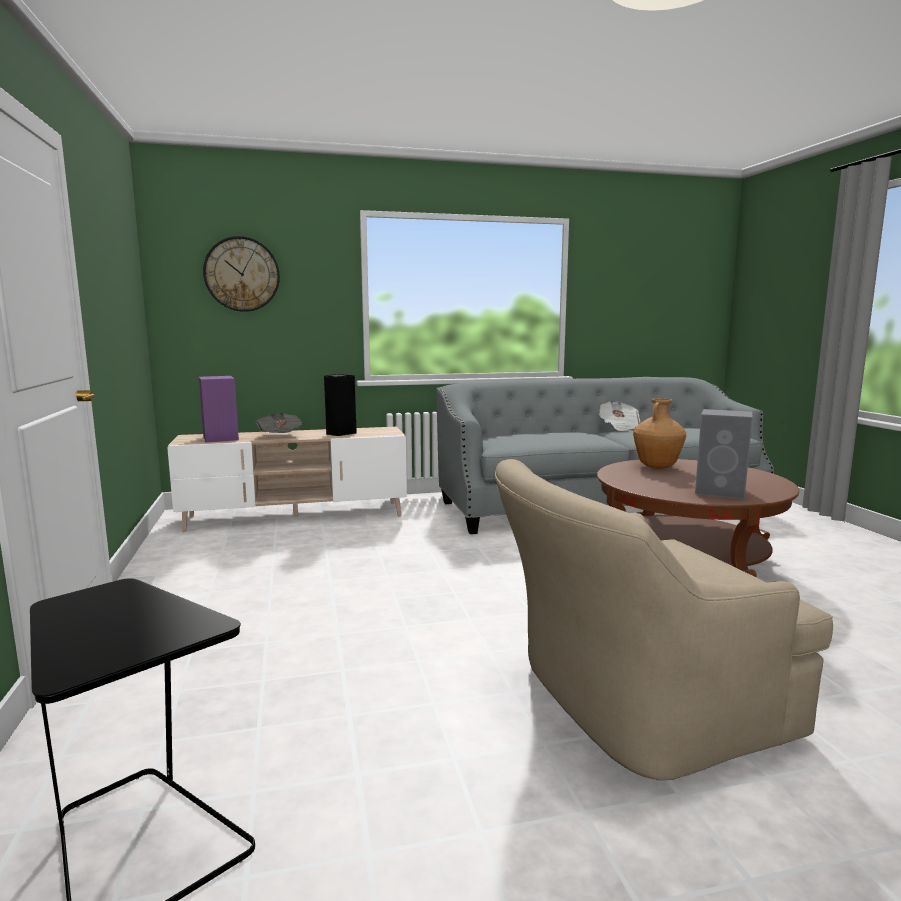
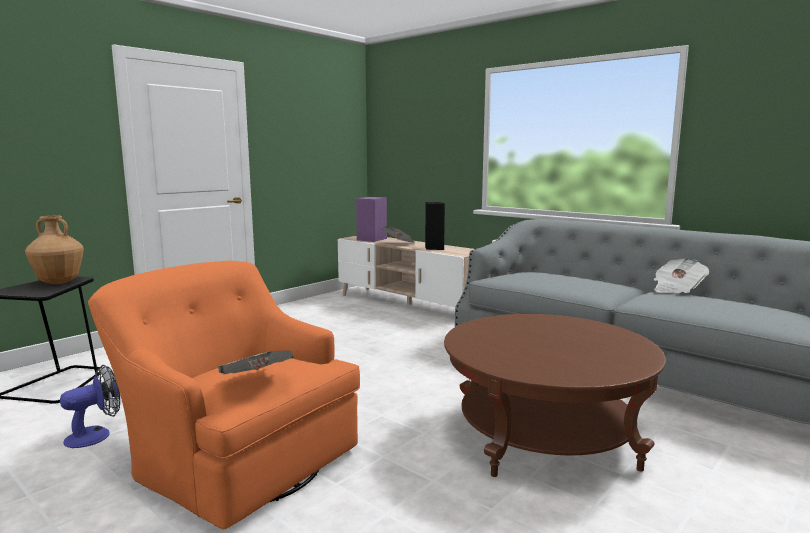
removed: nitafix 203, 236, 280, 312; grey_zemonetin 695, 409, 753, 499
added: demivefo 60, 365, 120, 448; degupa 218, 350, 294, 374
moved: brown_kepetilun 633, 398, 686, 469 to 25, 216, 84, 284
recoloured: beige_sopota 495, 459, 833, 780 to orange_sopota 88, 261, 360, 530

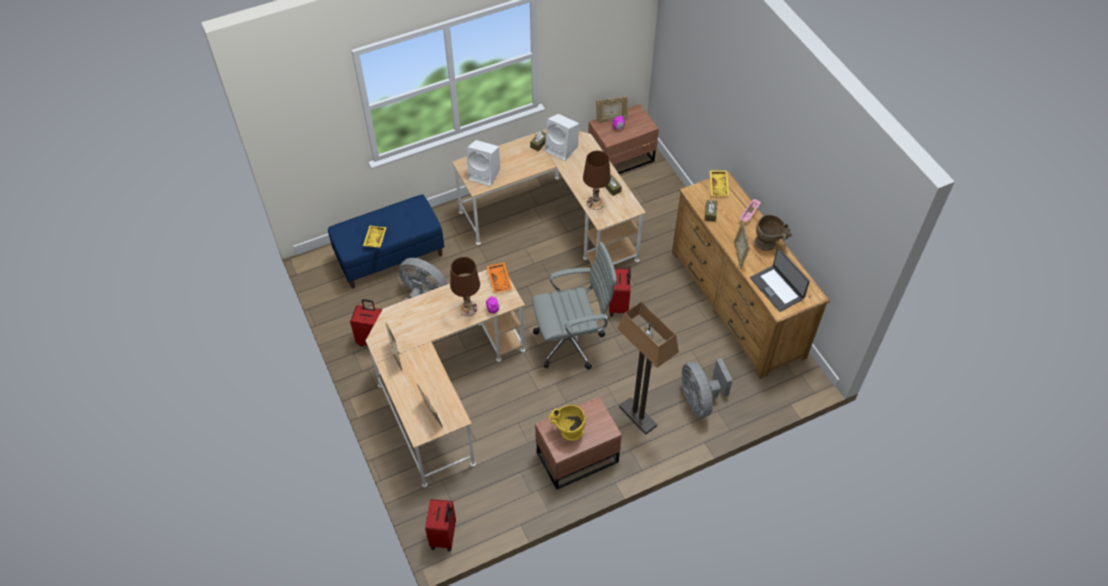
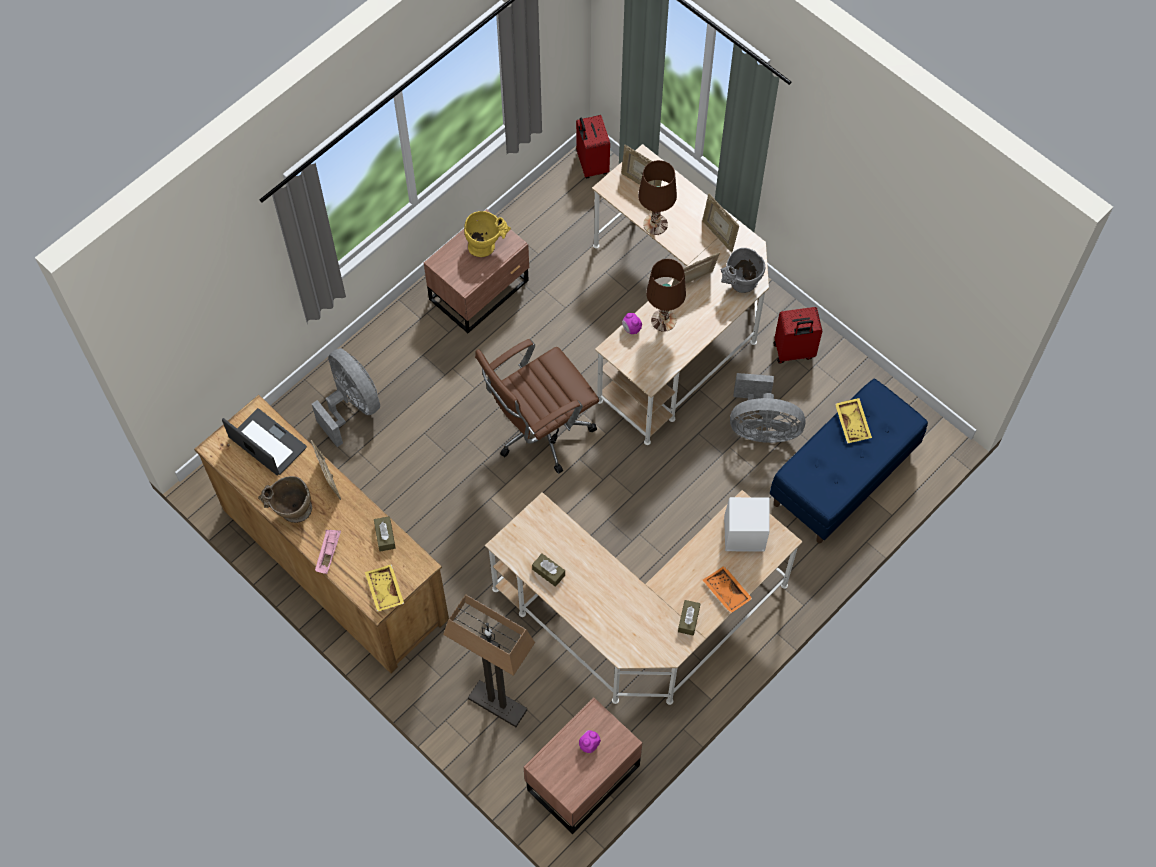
removed: white_zemonetin 545, 114, 579, 161; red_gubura 609, 267, 631, 316
added: grey_kepetilun 720, 248, 765, 293
moved: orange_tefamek 487, 262, 512, 293 to 703, 566, 752, 613; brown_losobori 583, 151, 611, 210 to 638, 160, 677, 235; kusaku 596, 97, 628, 123 to 672, 252, 720, 286; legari 617, 302, 679, 435 to 443, 594, 535, 727
recoloured: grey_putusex 532, 242, 617, 370 to brown_putusex 475, 339, 599, 474

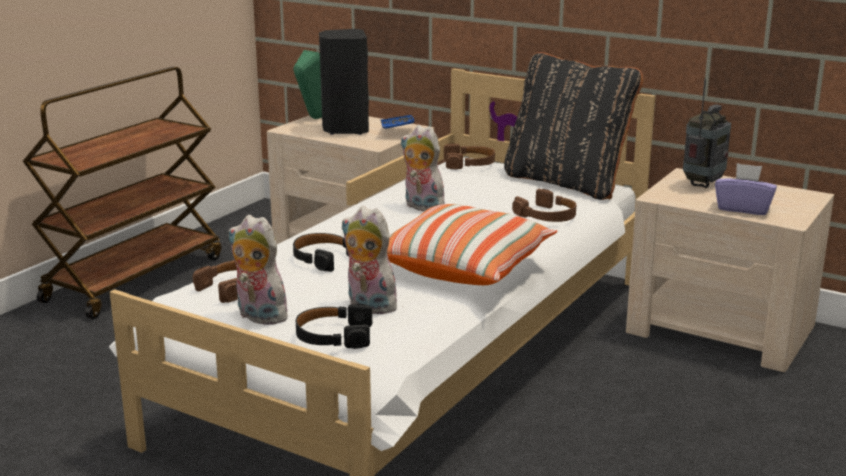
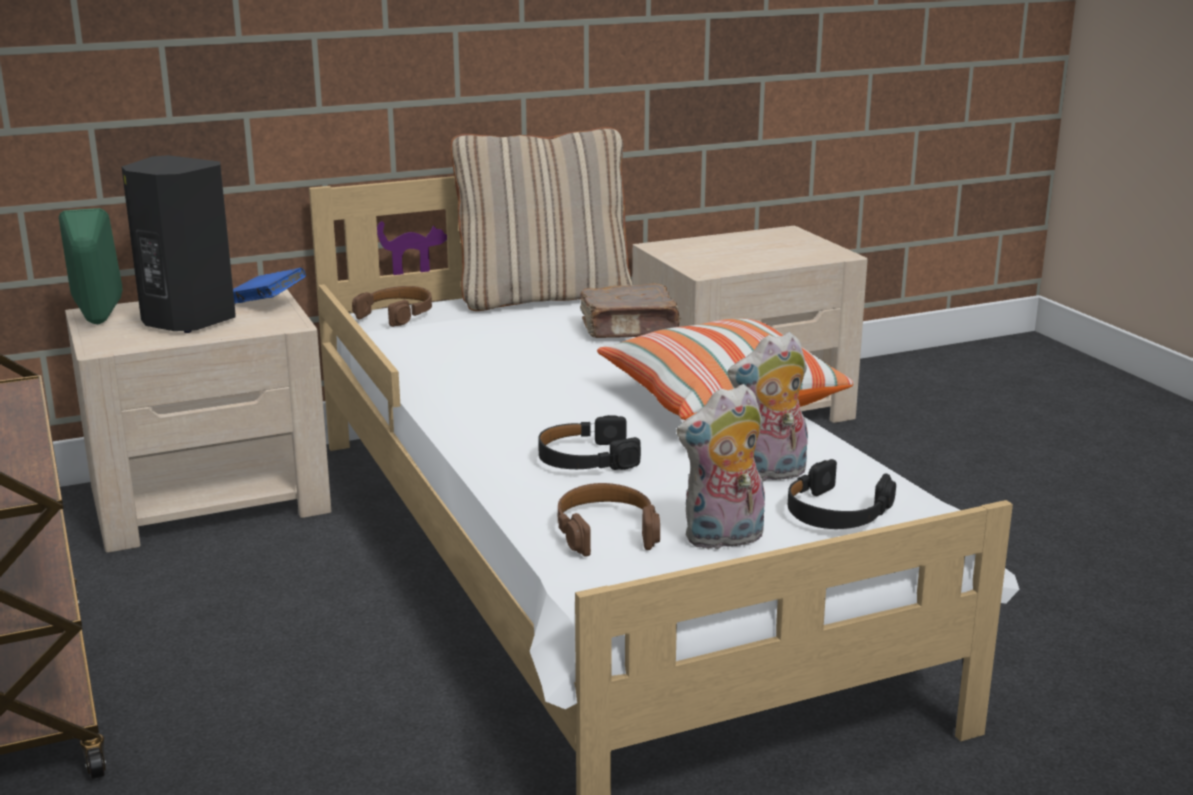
removed: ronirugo 400, 125, 445, 211; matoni 683, 78, 731, 188; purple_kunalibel 715, 163, 777, 215
replaced: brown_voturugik 512, 189, 576, 222 to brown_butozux 580, 283, 681, 338
recoloured: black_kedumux 504, 52, 643, 200 to beige_kedumux 451, 127, 632, 311

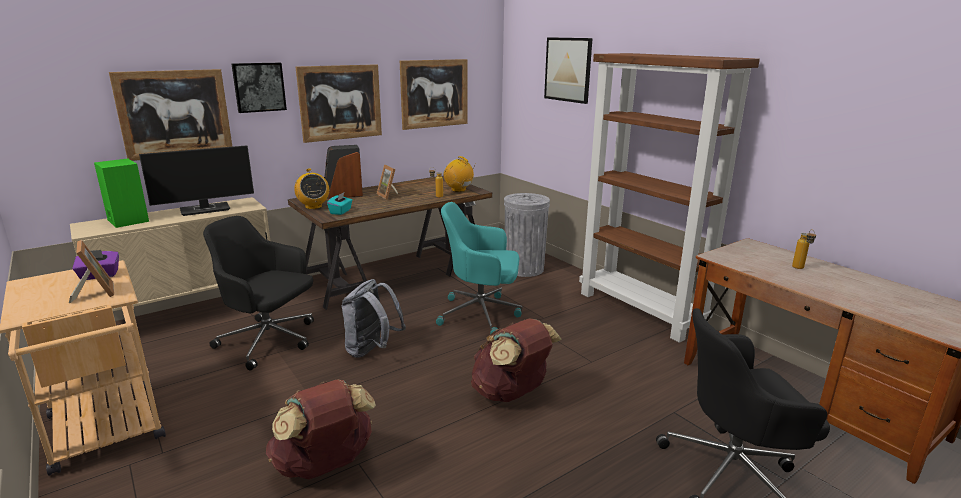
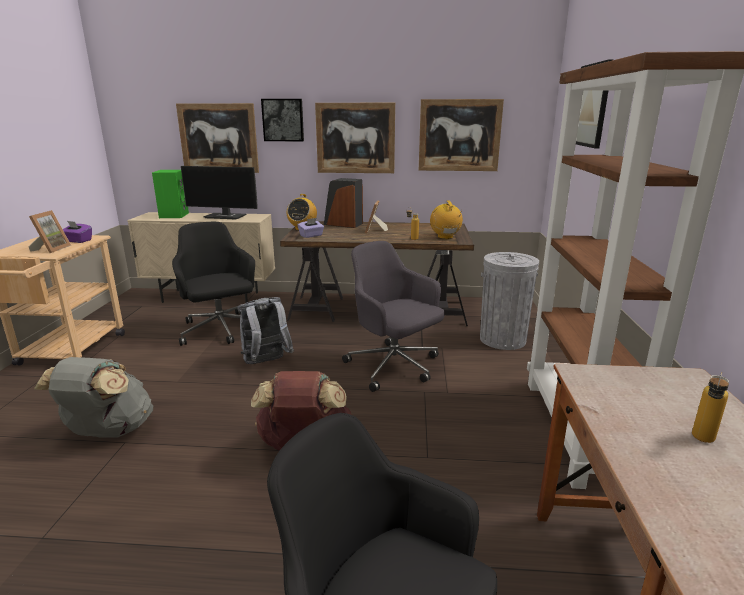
recoloured: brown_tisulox 266, 379, 376, 480 to grey_tisulox 34, 357, 153, 438; turquoise_kunalibel 327, 193, 352, 215 to purple_kunalibel 298, 218, 324, 238; turquoise_putusex 436, 202, 522, 334 to grey_putusex 342, 241, 445, 392

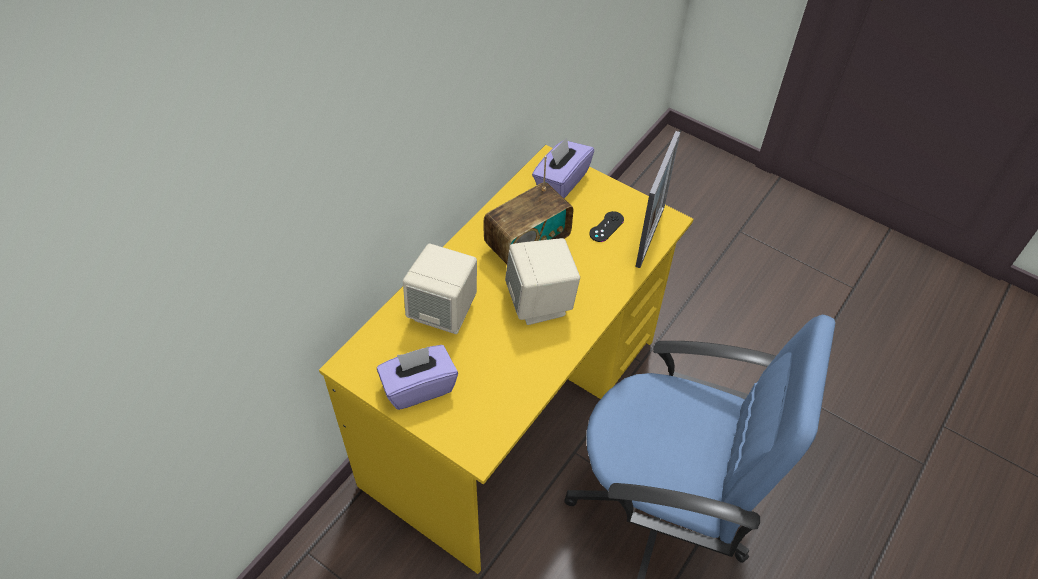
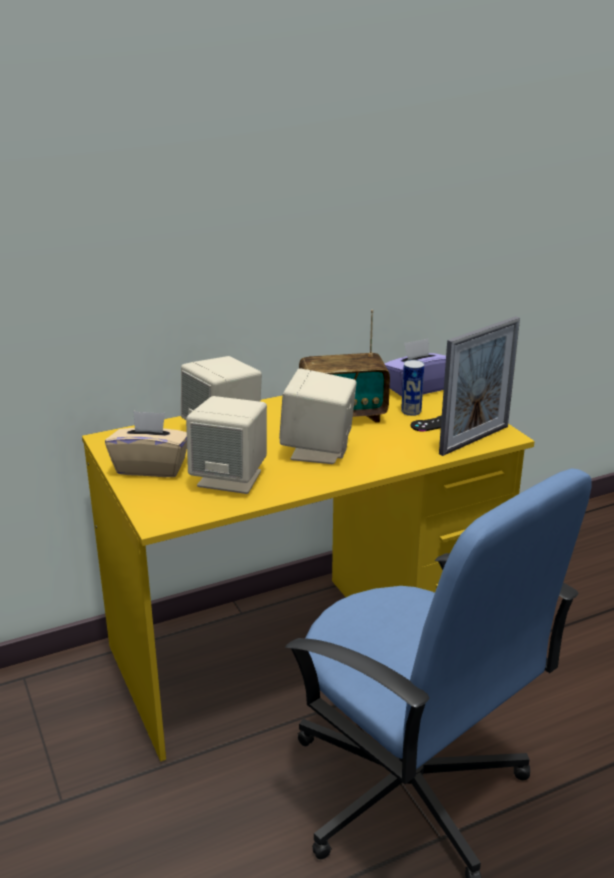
added: beige_zemonetin 186, 396, 267, 494; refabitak 401, 360, 424, 416
recoloured: purple_kunalibel 377, 345, 458, 410 to beige_kunalibel 105, 411, 187, 477

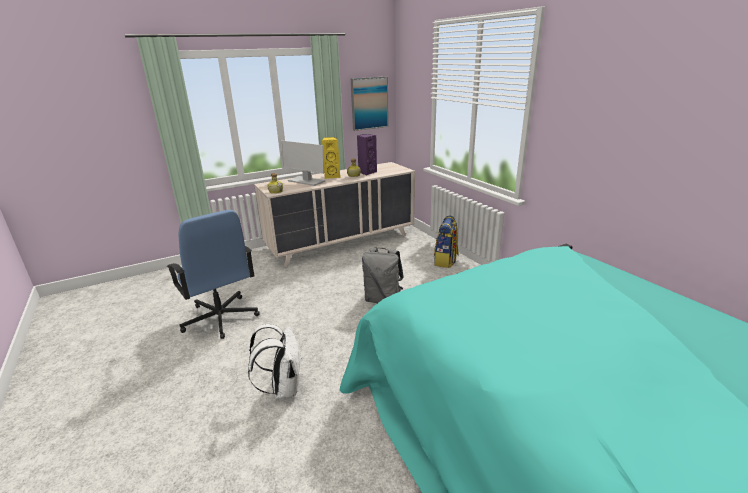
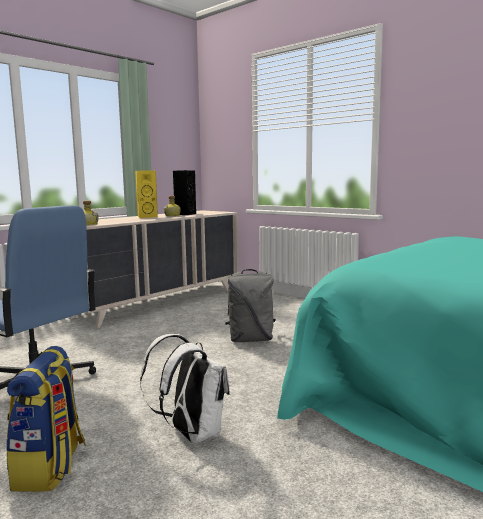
removed: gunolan 281, 140, 325, 186; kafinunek 351, 76, 389, 131
moved: tisulox 434, 216, 459, 268 to 6, 346, 86, 492
recoloured: purple_zemonetin 357, 134, 377, 175 to black_zemonetin 173, 170, 196, 215

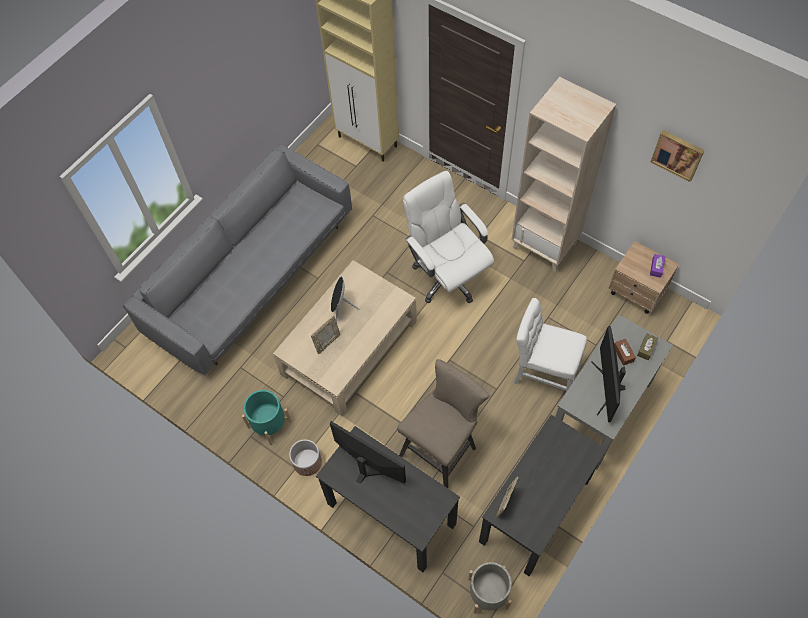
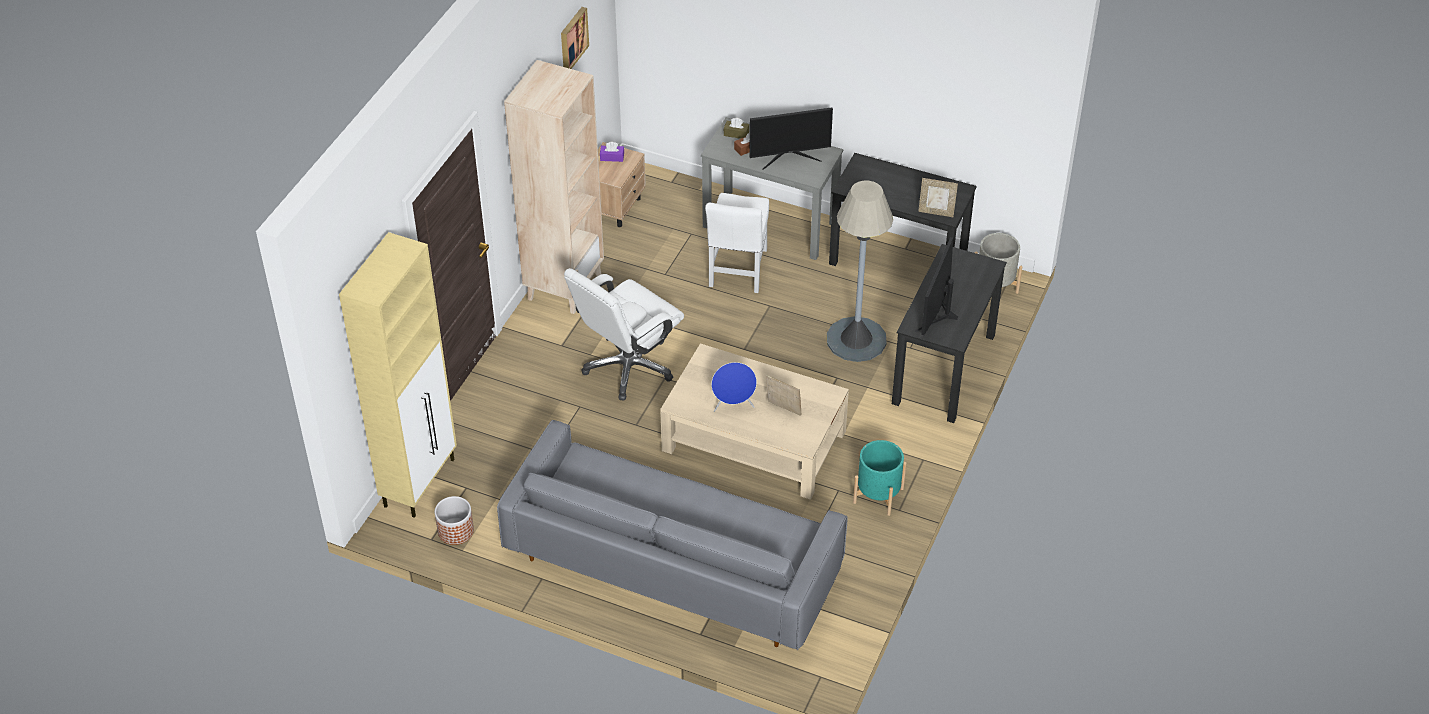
moved: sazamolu 289, 439, 322, 476 to 435, 496, 474, 545
replaced: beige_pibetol 397, 359, 490, 488 to grey_legari 827, 181, 893, 362
recoloured: black_zemonetin 331, 277, 360, 322 to blue_zemonetin 711, 362, 757, 412

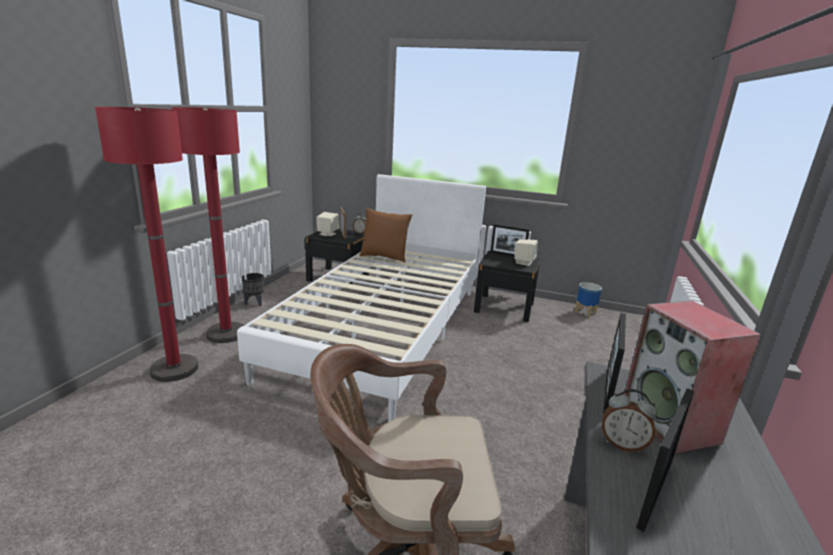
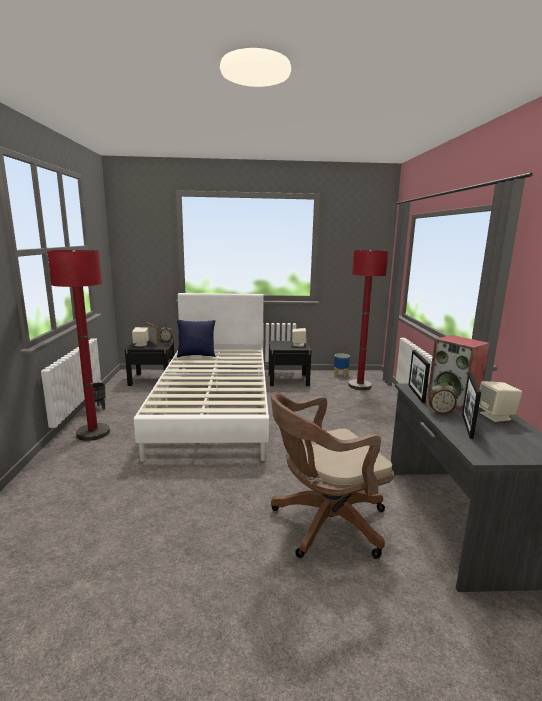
removed: kusaku 491, 224, 529, 256
added: beige_zemonetin 479, 381, 522, 422
moved: red_legari 95, 107, 198, 382 to 348, 250, 388, 390
recoloured: brown_kedumux 359, 208, 412, 263 to blue_kedumux 177, 319, 216, 358

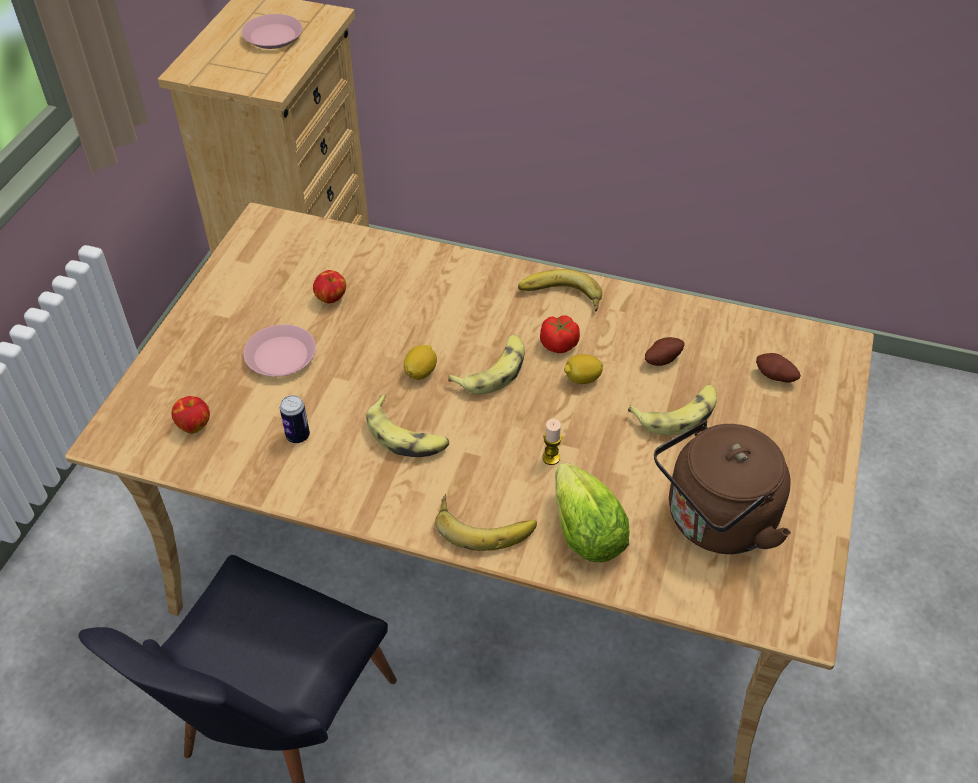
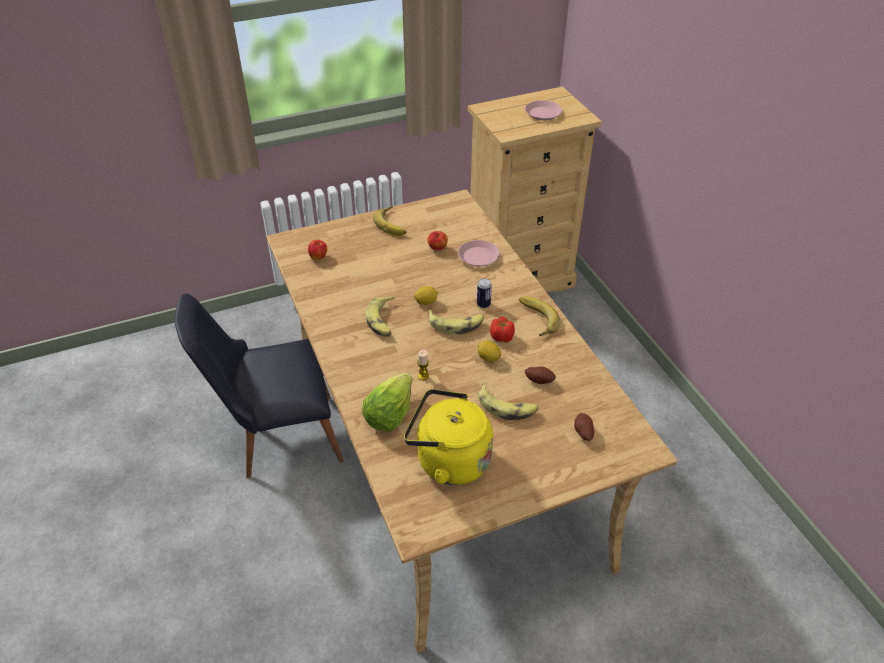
moved: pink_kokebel 244, 324, 316, 377 to 458, 240, 500, 267; refabitak 280, 395, 310, 443 to 477, 278, 492, 308; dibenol 435, 494, 537, 551 to 373, 206, 406, 236
recoloured: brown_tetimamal 654, 420, 791, 554 to yellow_tetimamal 404, 389, 493, 485

